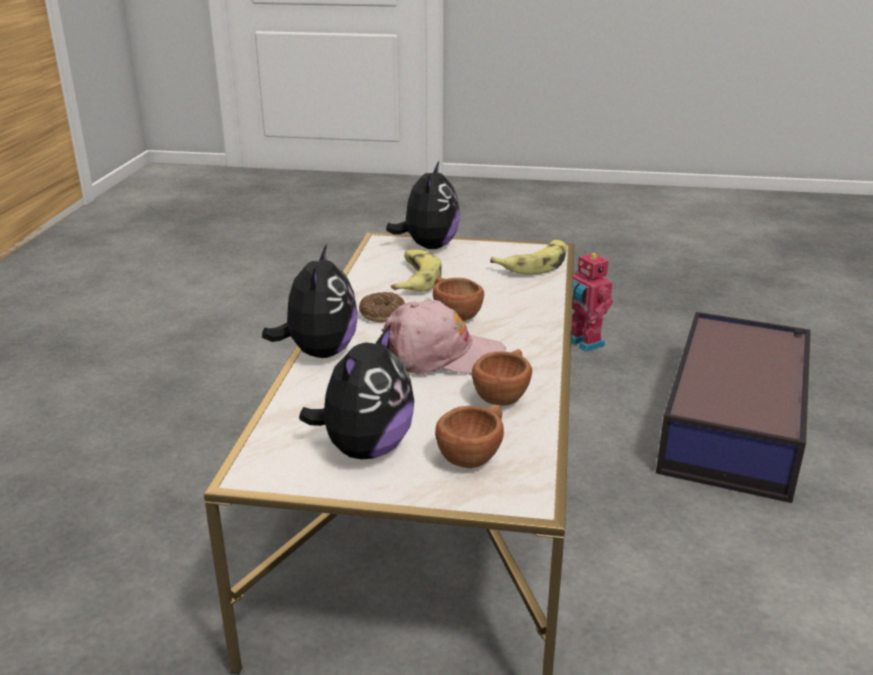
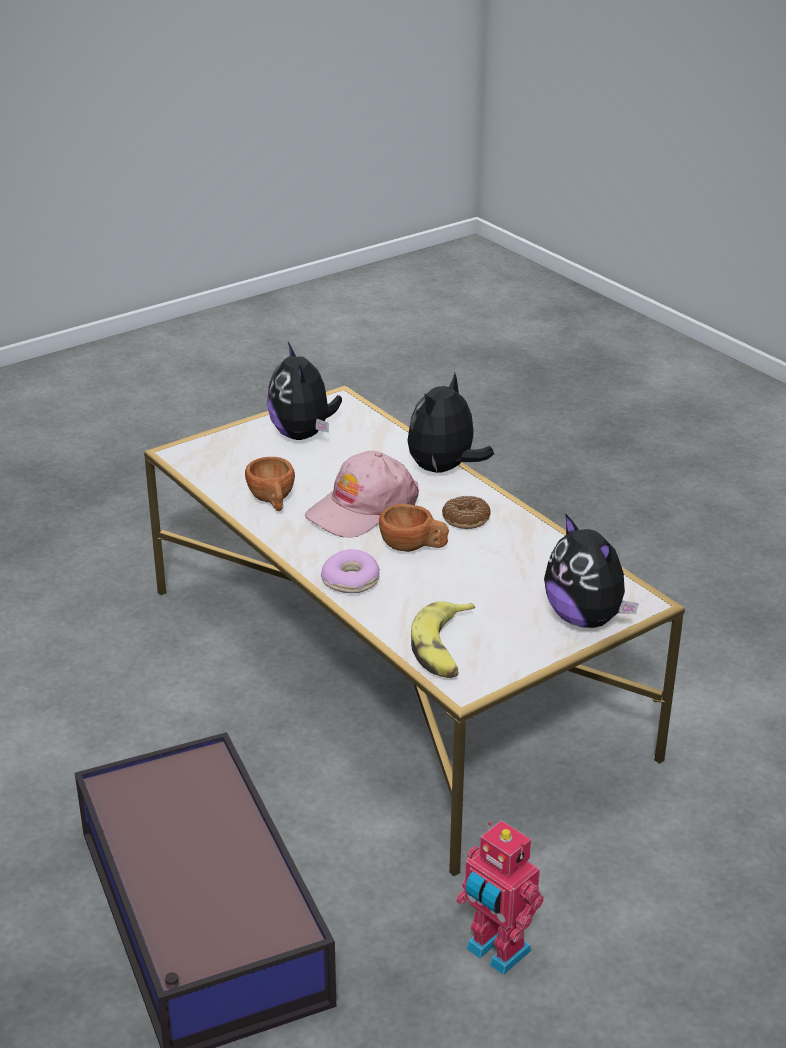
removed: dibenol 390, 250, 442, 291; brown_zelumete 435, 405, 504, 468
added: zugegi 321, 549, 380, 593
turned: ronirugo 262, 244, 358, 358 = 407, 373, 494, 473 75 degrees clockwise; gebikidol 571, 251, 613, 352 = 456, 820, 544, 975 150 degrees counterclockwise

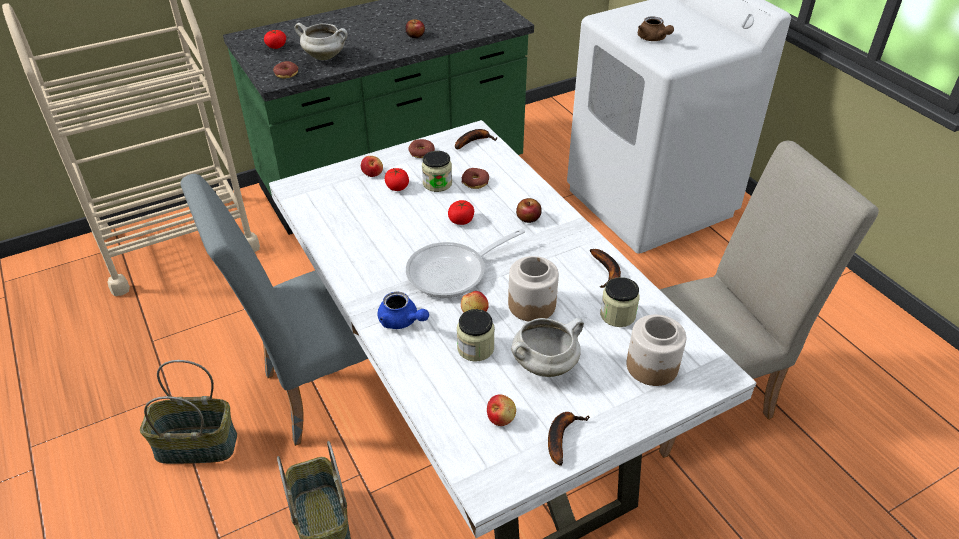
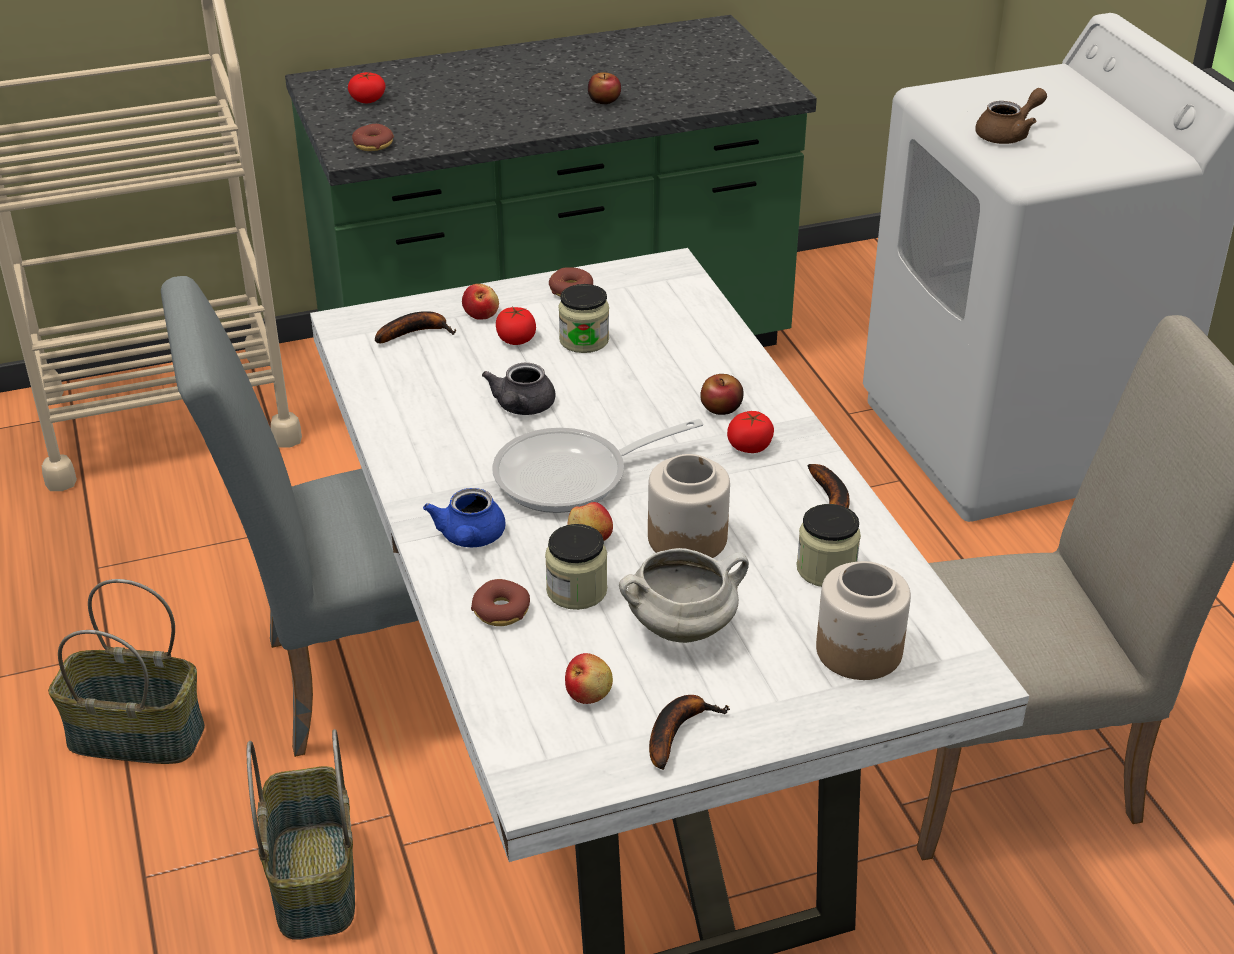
removed: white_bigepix 294, 23, 348, 60
added: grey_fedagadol 482, 363, 555, 415
moved: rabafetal 448, 200, 474, 225 to 727, 411, 774, 453; dibenol 455, 129, 497, 149 to 375, 311, 456, 343; zugegi 462, 168, 489, 189 to 471, 579, 530, 626
turned: blue_fedagadol 377, 291, 429, 329 = 423, 488, 505, 547 45 degrees clockwise; brown_fedagadol 638, 16, 674, 41 = 975, 88, 1047, 144 105 degrees counterclockwise

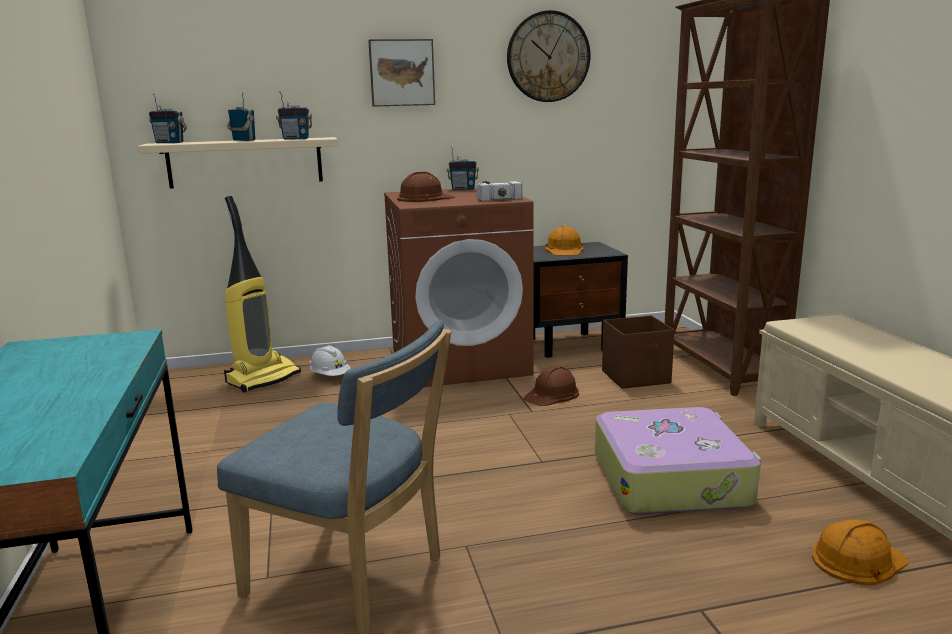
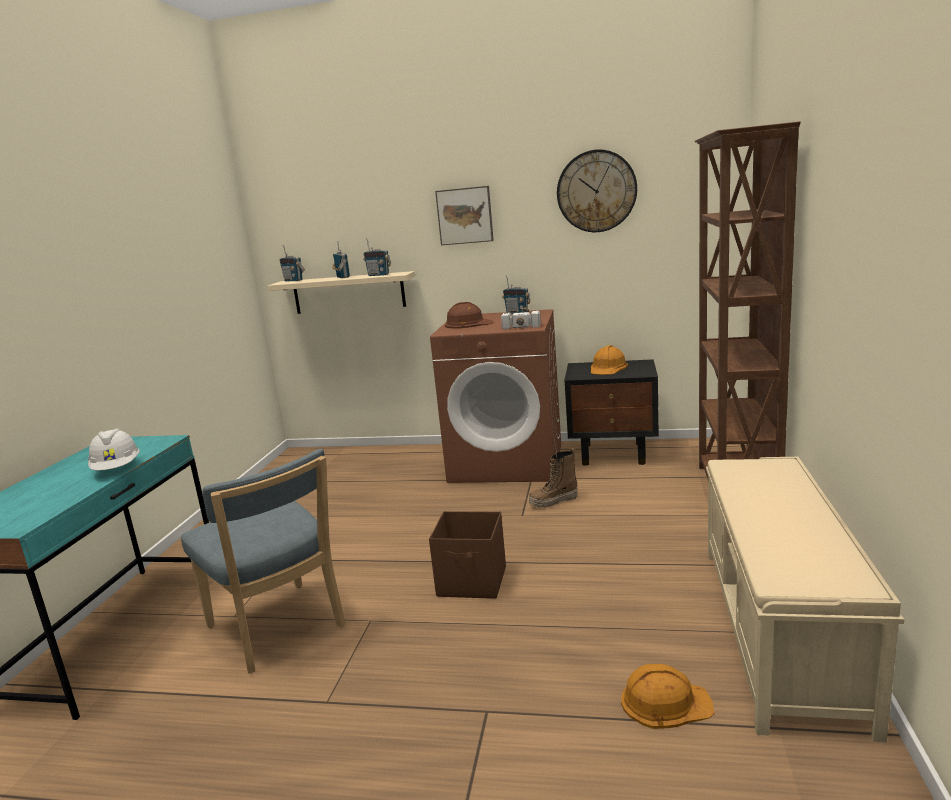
removed: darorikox 224, 196, 301, 393; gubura 595, 407, 761, 515
moved: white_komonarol 309, 345, 351, 376 to 88, 428, 140, 470; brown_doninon 602, 315, 675, 389 to 429, 511, 506, 599
replaced: brown_komonarol 524, 366, 579, 406 to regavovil 529, 448, 578, 508

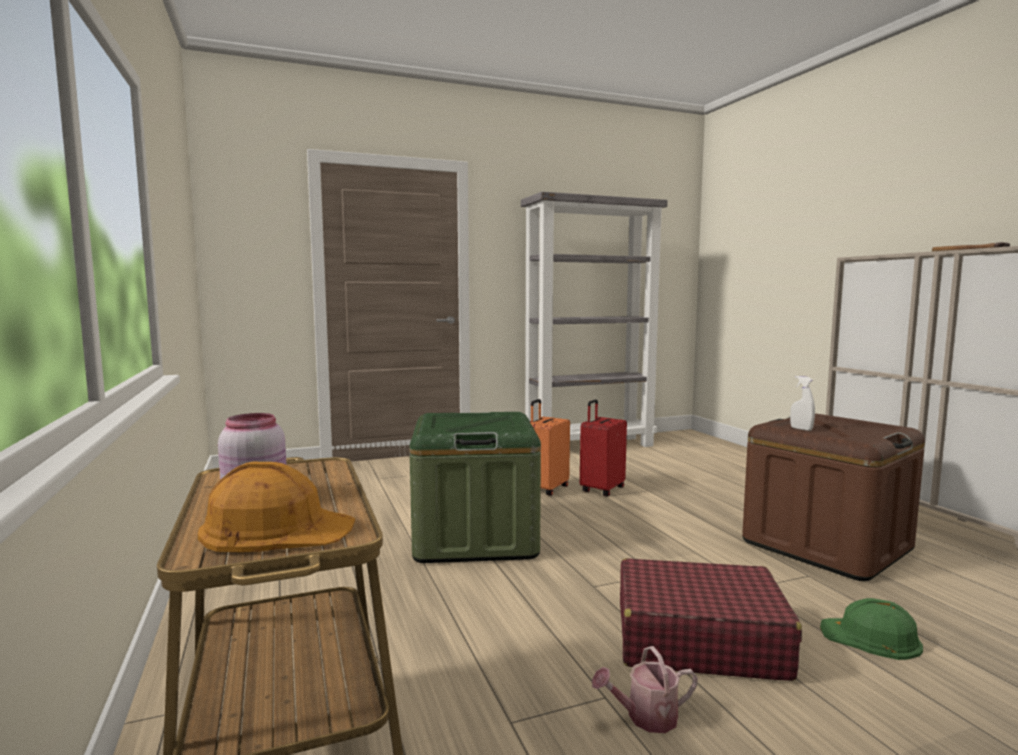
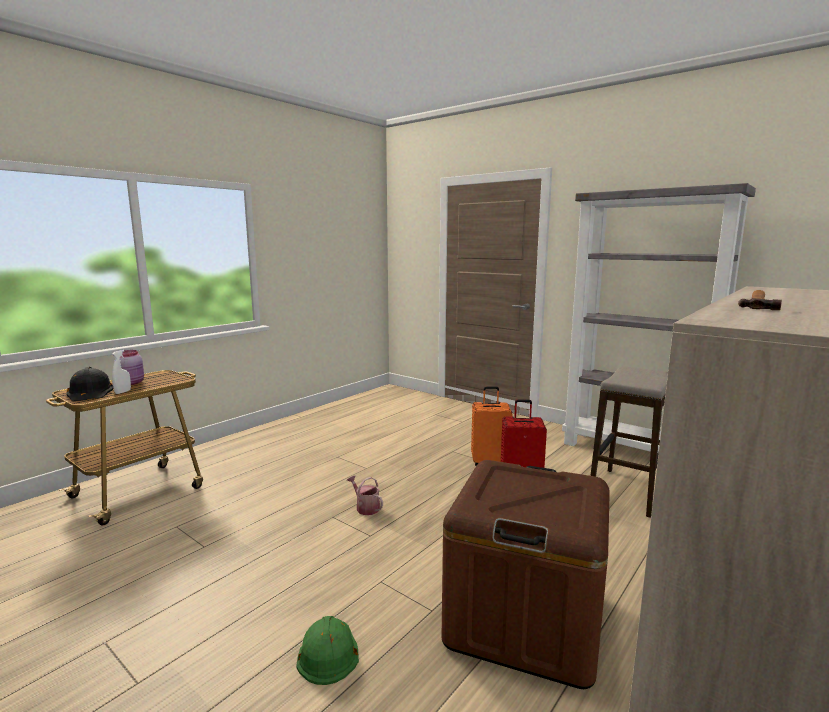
removed: green_doninon 409, 412, 541, 563; red_gubura 620, 558, 802, 681
added: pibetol 590, 366, 668, 518
moved: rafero 592, 646, 698, 733 to 347, 475, 383, 515; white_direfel 790, 376, 815, 431 to 112, 350, 131, 394
recoloured: orange_komonarol 198, 462, 355, 552 to black_komonarol 66, 367, 113, 401

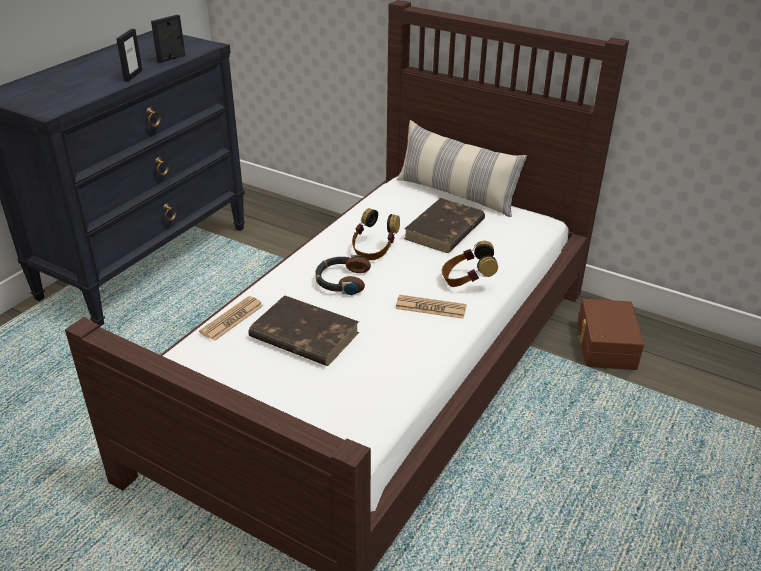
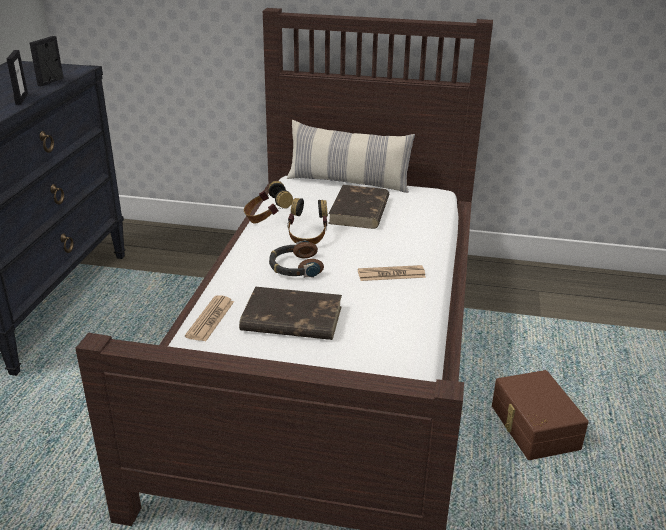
moved: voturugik 442, 241, 498, 287 to 244, 181, 293, 224; brown_doninon 578, 299, 644, 370 to 492, 370, 589, 460

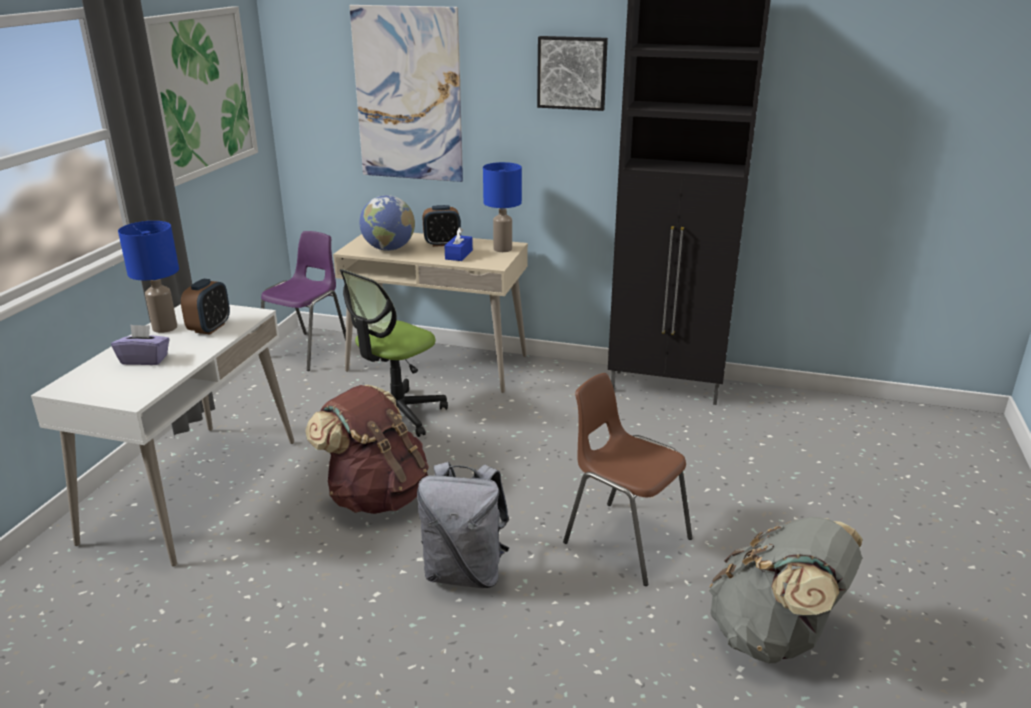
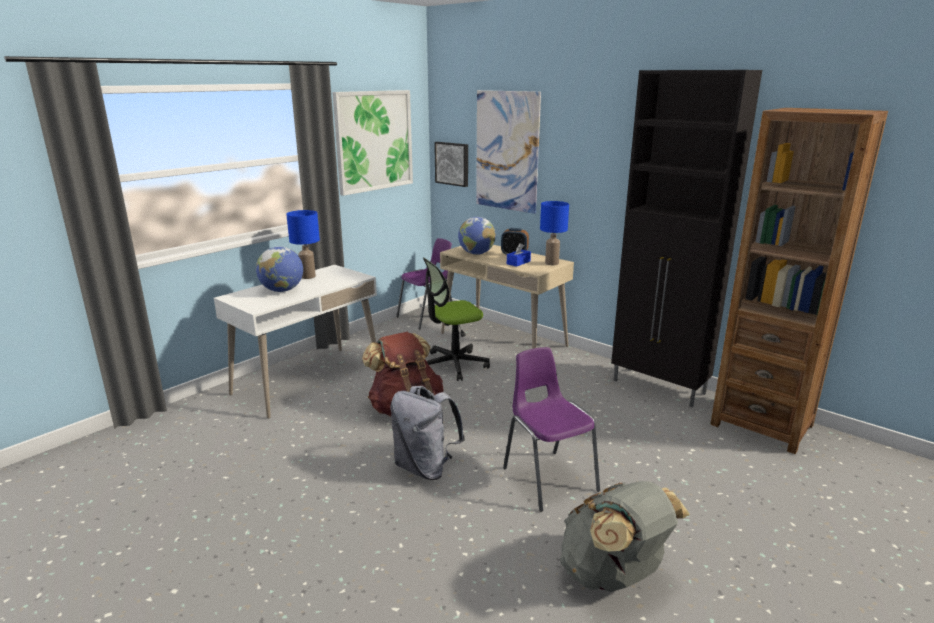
removed: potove 181, 279, 230, 334
added: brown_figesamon 710, 108, 888, 454
moved: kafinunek 537, 36, 608, 111 to 434, 142, 468, 187
replaced: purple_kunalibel 111, 325, 170, 365 to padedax 256, 247, 303, 292
recoloured: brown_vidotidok 563, 373, 692, 586 to purple_vidotidok 503, 347, 600, 512

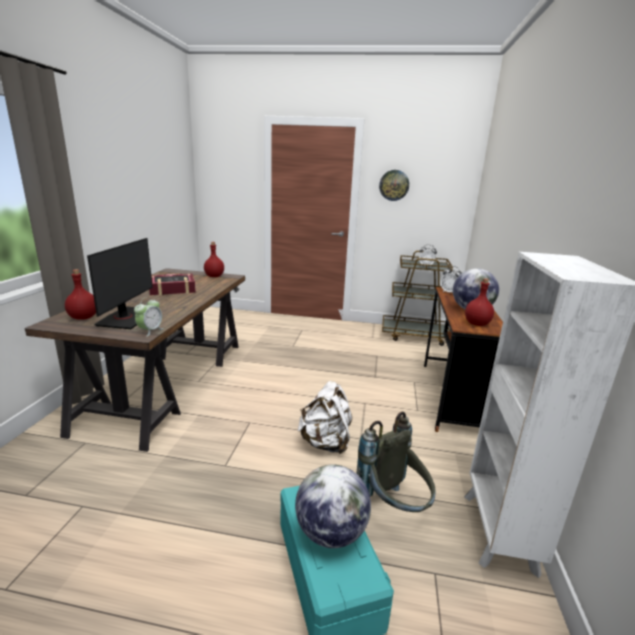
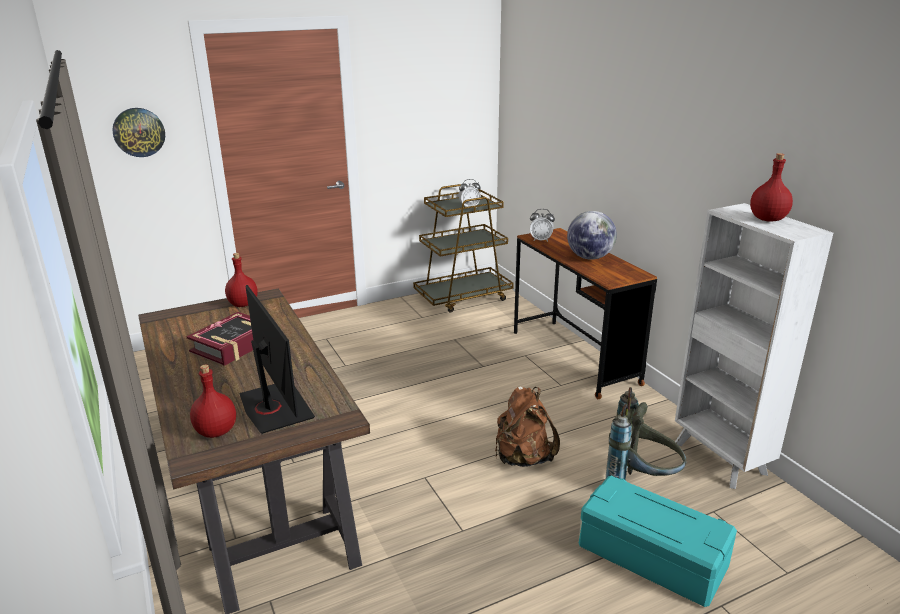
removed: potove 134, 297, 164, 337; padedax 295, 464, 371, 548
moved: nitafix 379, 170, 409, 201 to 112, 108, 165, 157; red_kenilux 465, 278, 494, 326 to 750, 153, 793, 221
recoloured: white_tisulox 298, 381, 352, 454 to brown_tisulox 495, 386, 560, 467

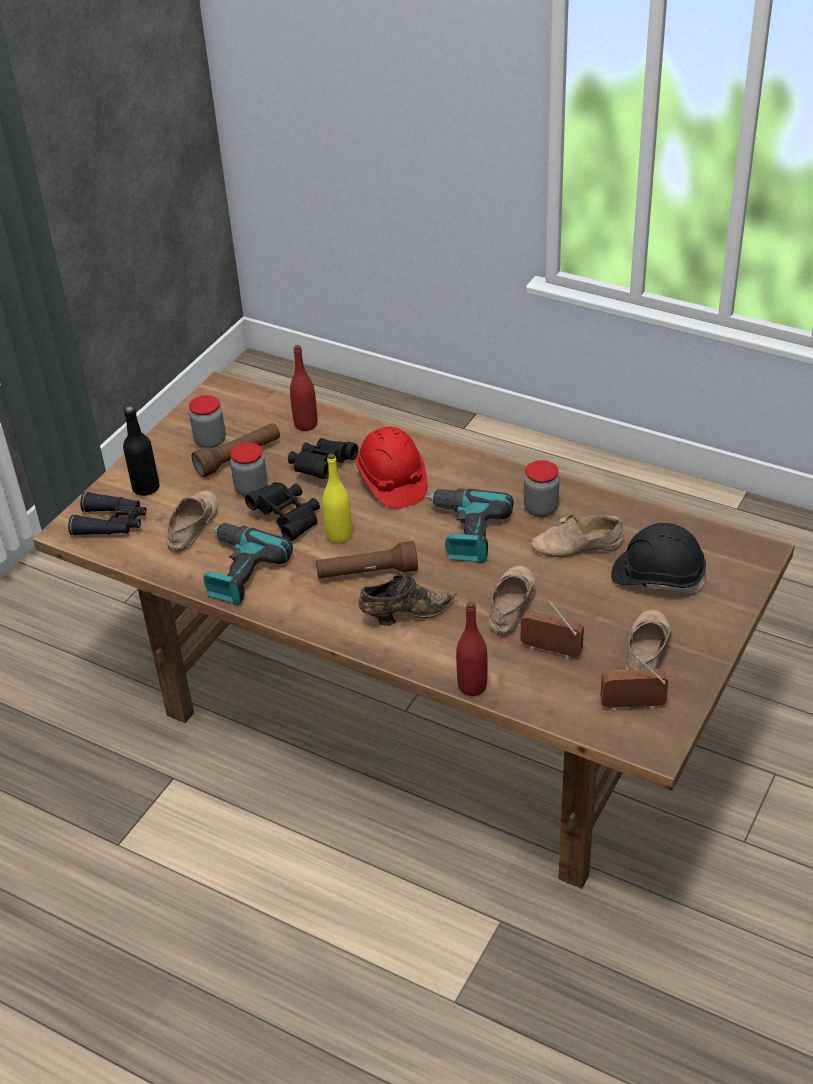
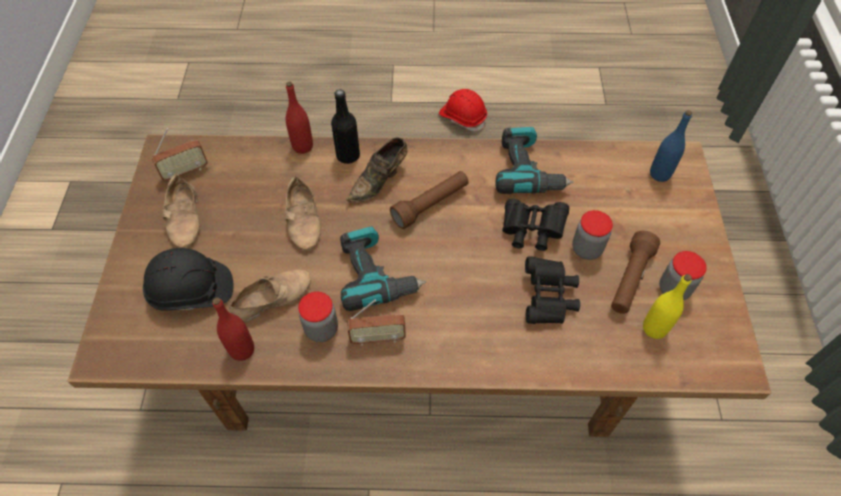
removed: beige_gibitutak 166, 490, 218, 552
moved: black_kenilux 123, 406, 160, 496 to 331, 89, 360, 164; red_kenilux 290, 345, 317, 431 to 212, 297, 254, 361; yellow_kenilux 322, 454, 352, 544 to 643, 274, 692, 339; red_komonarol 356, 427, 427, 509 to 439, 89, 487, 131; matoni 520, 600, 584, 659 to 347, 300, 406, 346
replaced: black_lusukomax 68, 492, 147, 535 to blue_kenilux 650, 110, 692, 182

